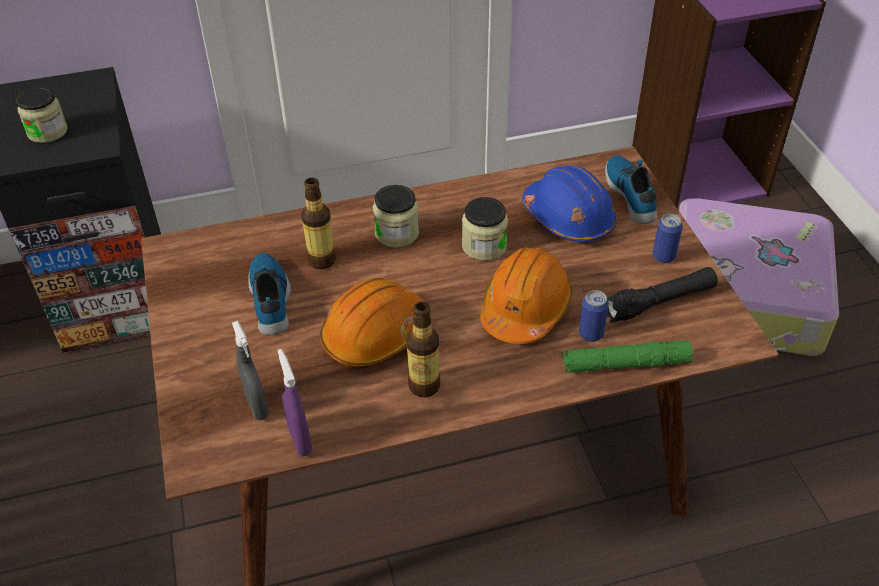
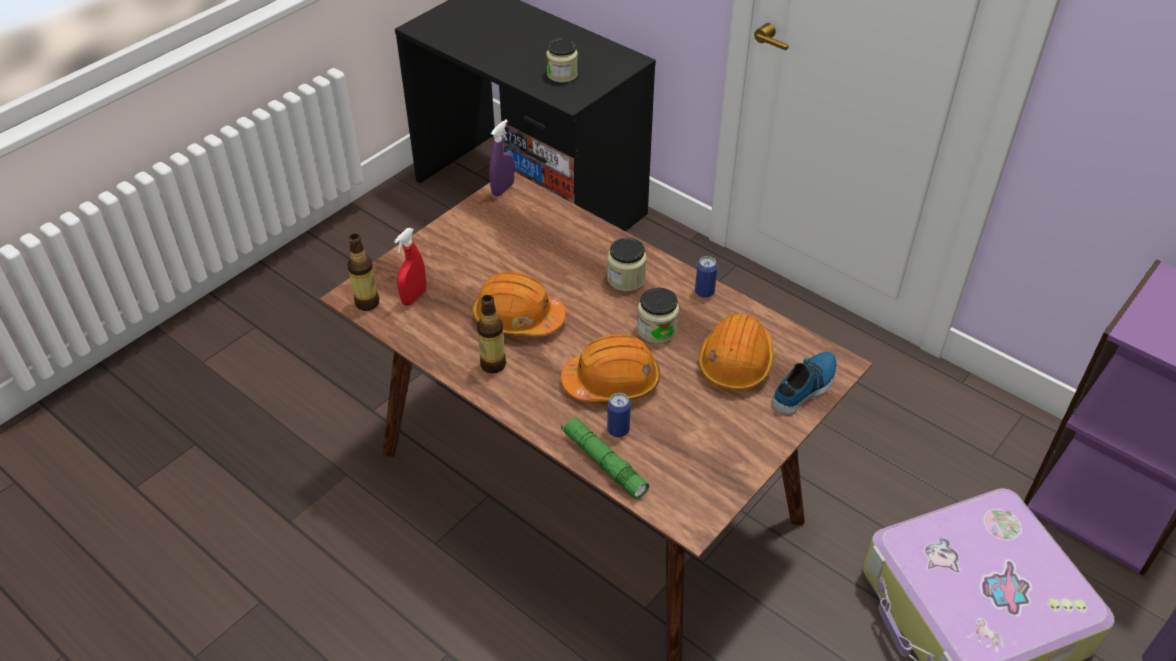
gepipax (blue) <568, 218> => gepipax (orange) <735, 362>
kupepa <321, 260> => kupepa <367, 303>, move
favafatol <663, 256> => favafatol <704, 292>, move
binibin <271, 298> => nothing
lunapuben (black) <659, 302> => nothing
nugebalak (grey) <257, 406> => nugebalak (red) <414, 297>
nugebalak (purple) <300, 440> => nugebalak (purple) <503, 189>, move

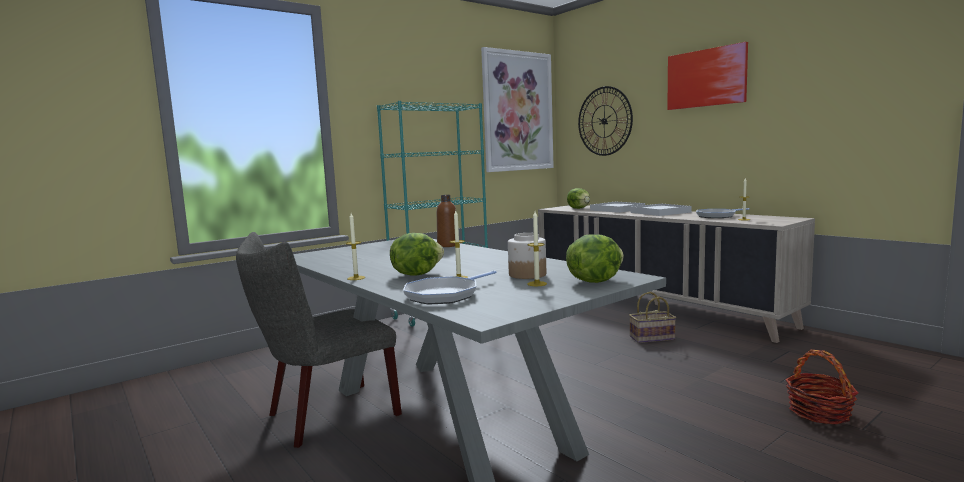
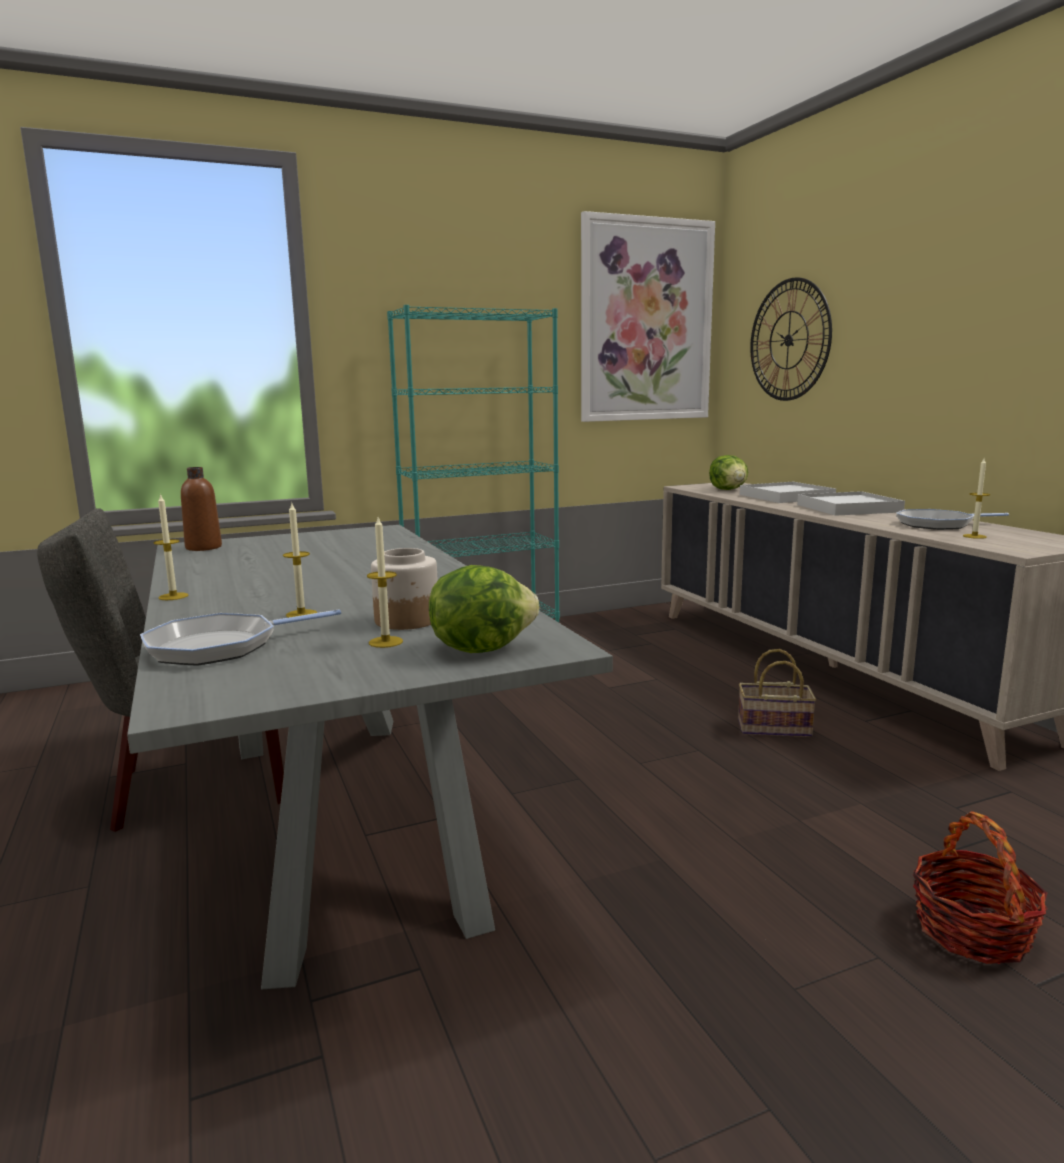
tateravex <706, 78> => nothing
kupepa (brown) <448, 245> => kupepa (brown) <203, 547>, move
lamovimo <416, 274> => nothing

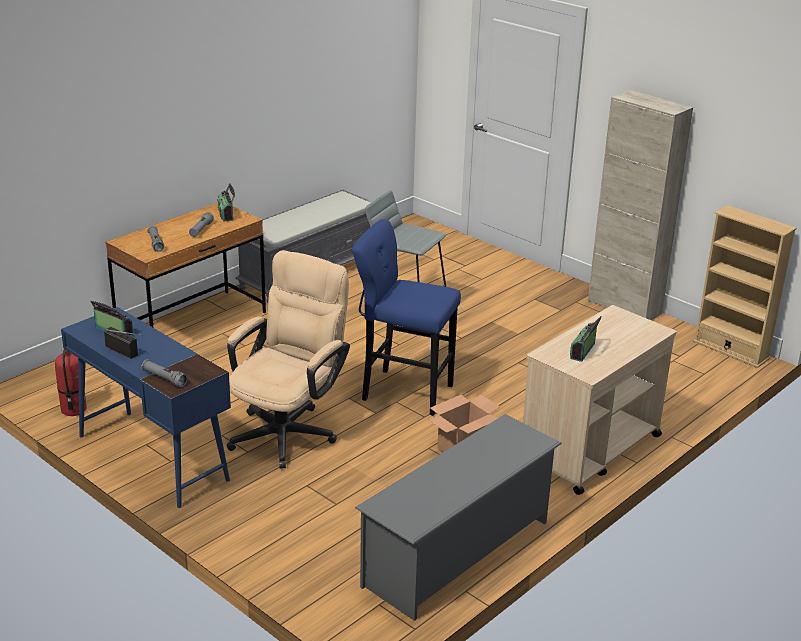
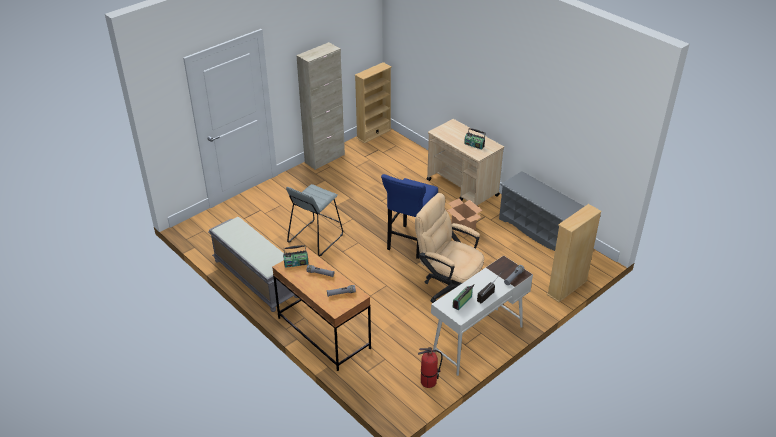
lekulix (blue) <152, 457> => lekulix (white) <477, 341>
nothing => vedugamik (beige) <567, 288>

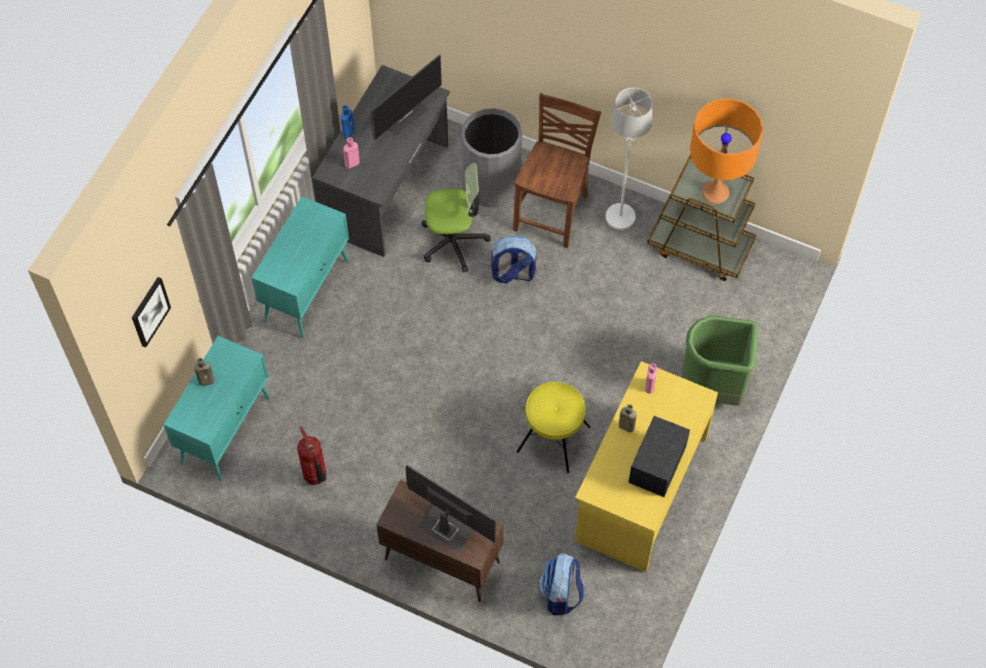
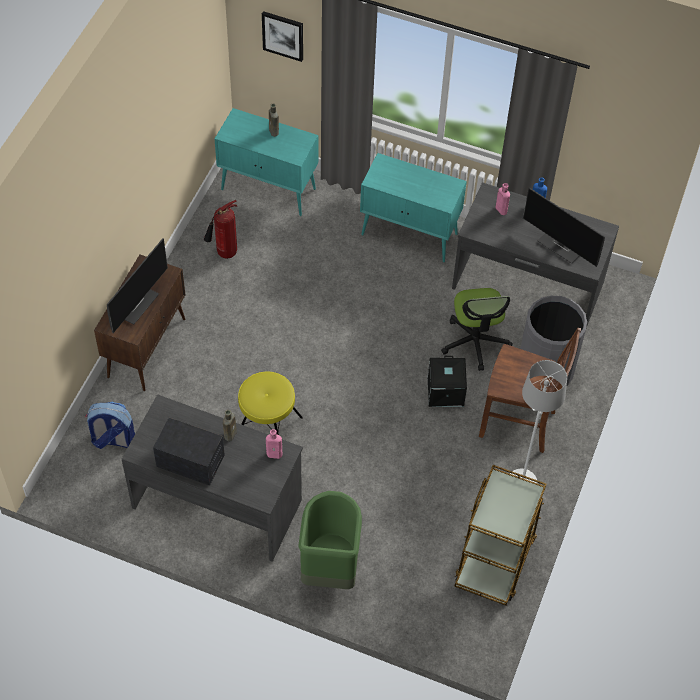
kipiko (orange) <715, 192> => nothing
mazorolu <512, 273> => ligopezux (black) <444, 391>
lekulix (yellow) <639, 488> => lekulix (grey) <217, 502>

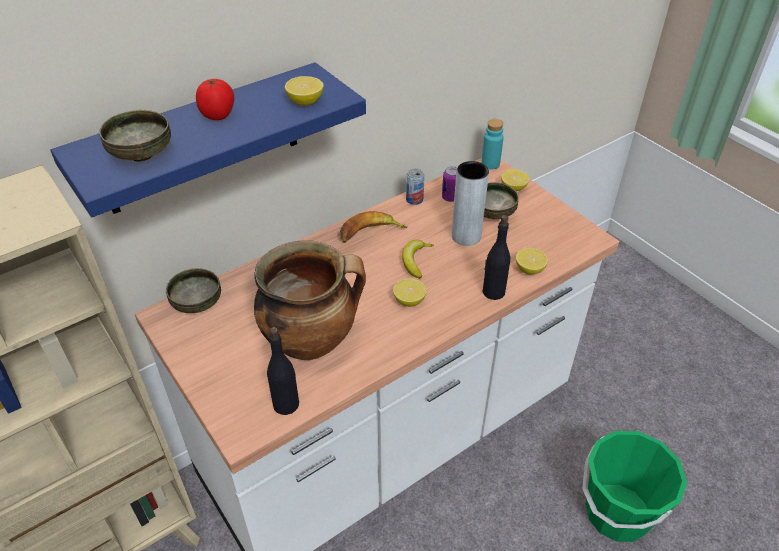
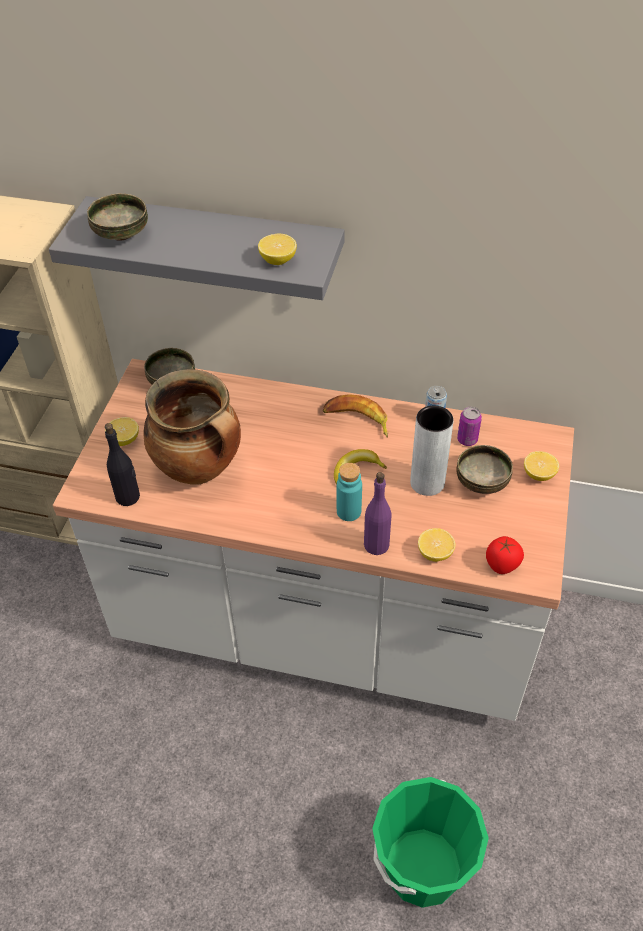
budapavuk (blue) <202, 140> => budapavuk (grey) <216, 247>
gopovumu <218, 115> => gopovumu <502, 565>, move
kupepa (turquoise) <490, 164> => kupepa (turquoise) <349, 511>, move
kupepa (black) <493, 292> => kupepa (purple) <376, 544>
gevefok <409, 301> => gevefok <124, 439>, move

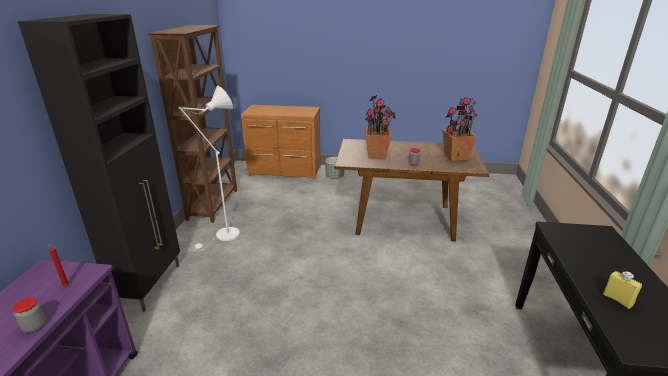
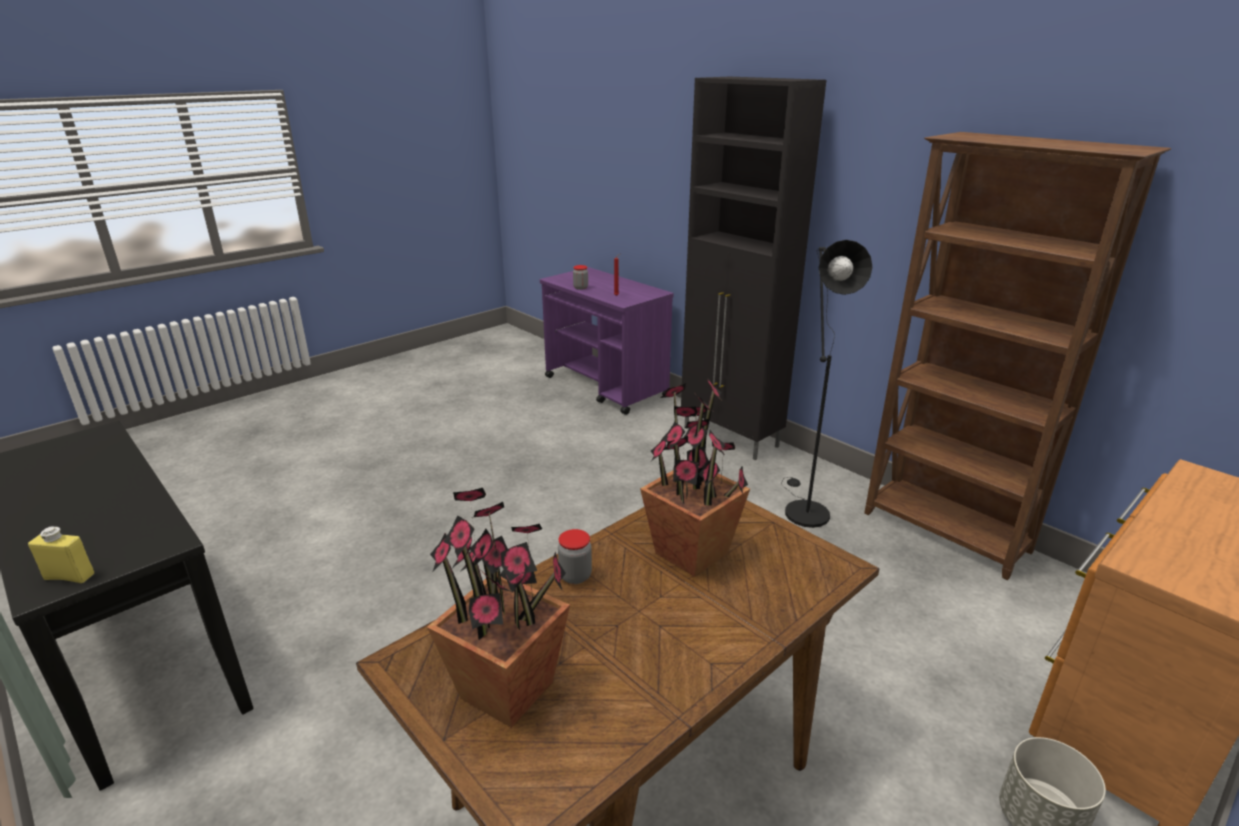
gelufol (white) <224, 236> => gelufol (black) <803, 509>
kupepa (yellow) <617, 300> => kupepa (yellow) <69, 576>, move

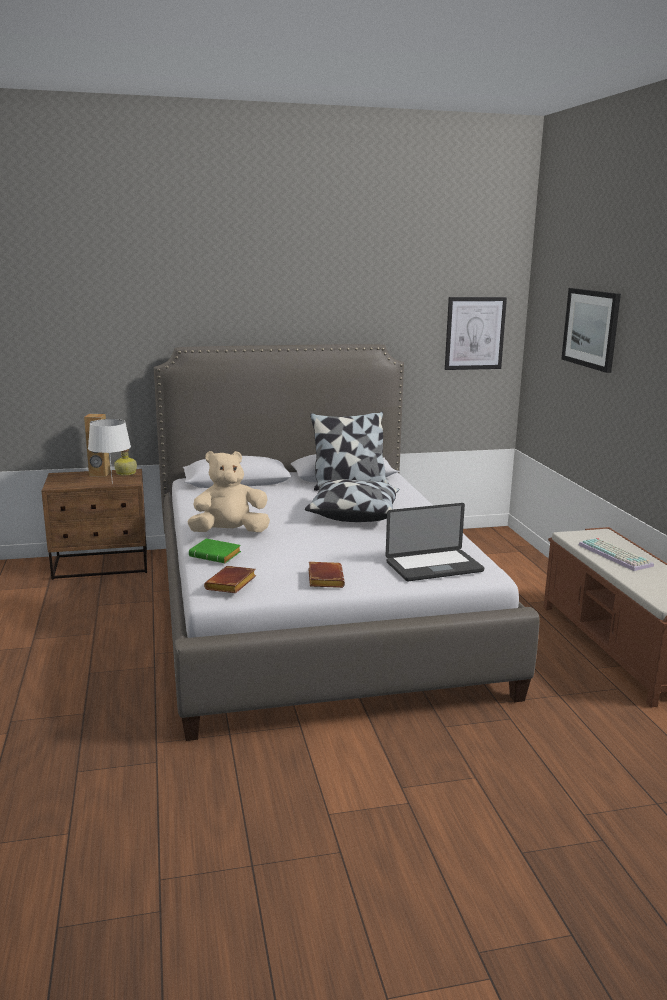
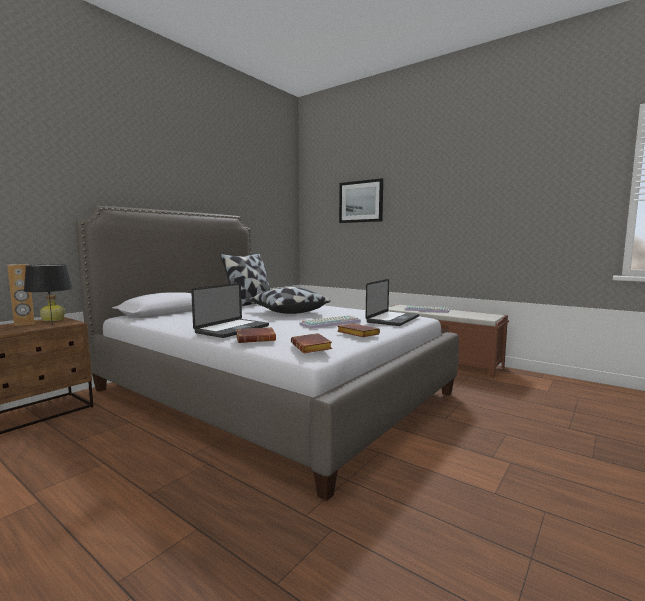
tateravex <474, 333> => nothing
kipiko (white) <112, 483> => kipiko (black) <52, 325>
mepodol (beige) <229, 533> => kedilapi <232, 329>
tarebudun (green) <217, 555> => tarebudun (brown) <256, 339>
nothing => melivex <330, 323>

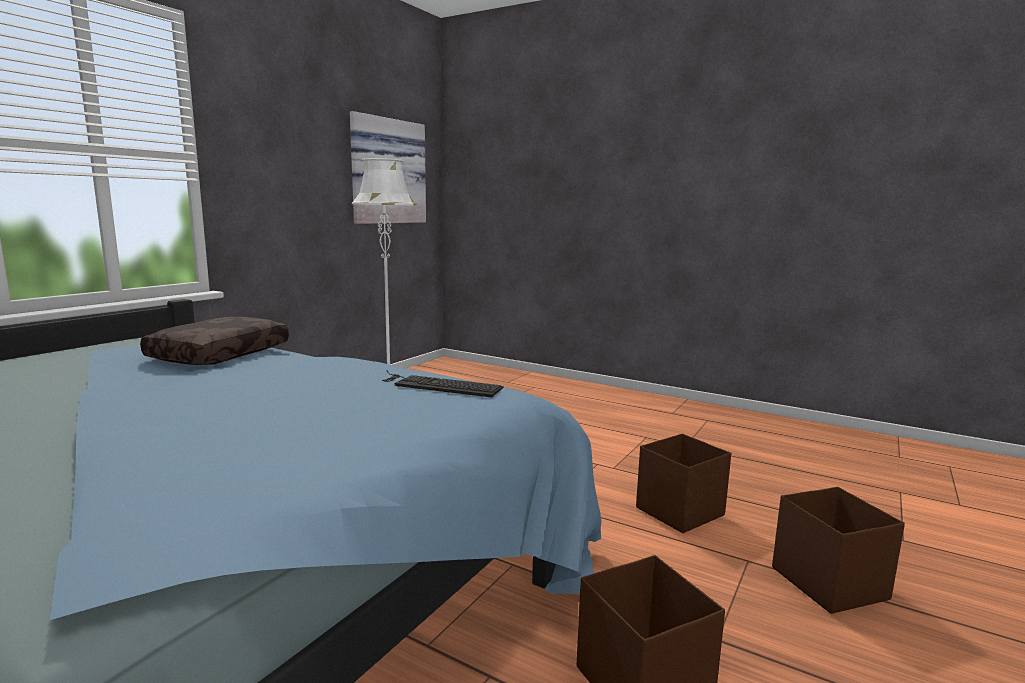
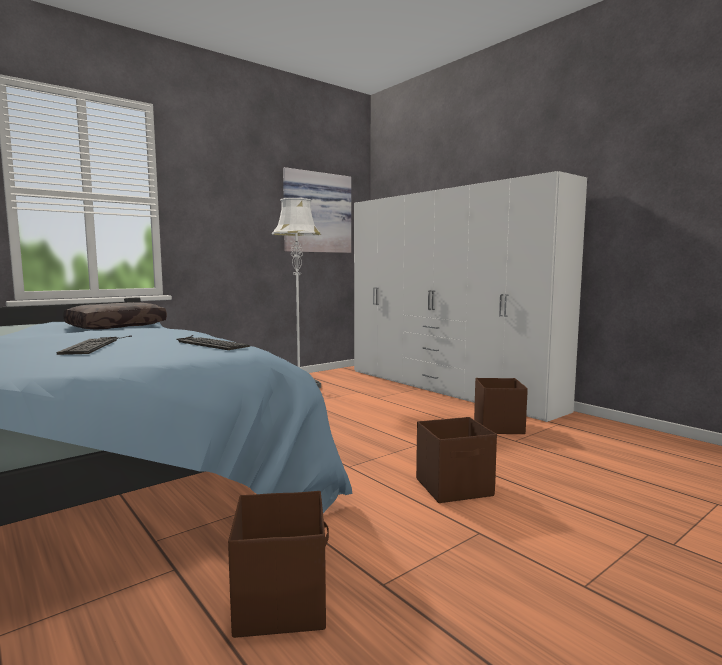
ligopezux (brown) <828, 582> => ligopezux (brown) <498, 426>, move
nothing => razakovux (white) <446, 388>
nothing => melivex <95, 345>

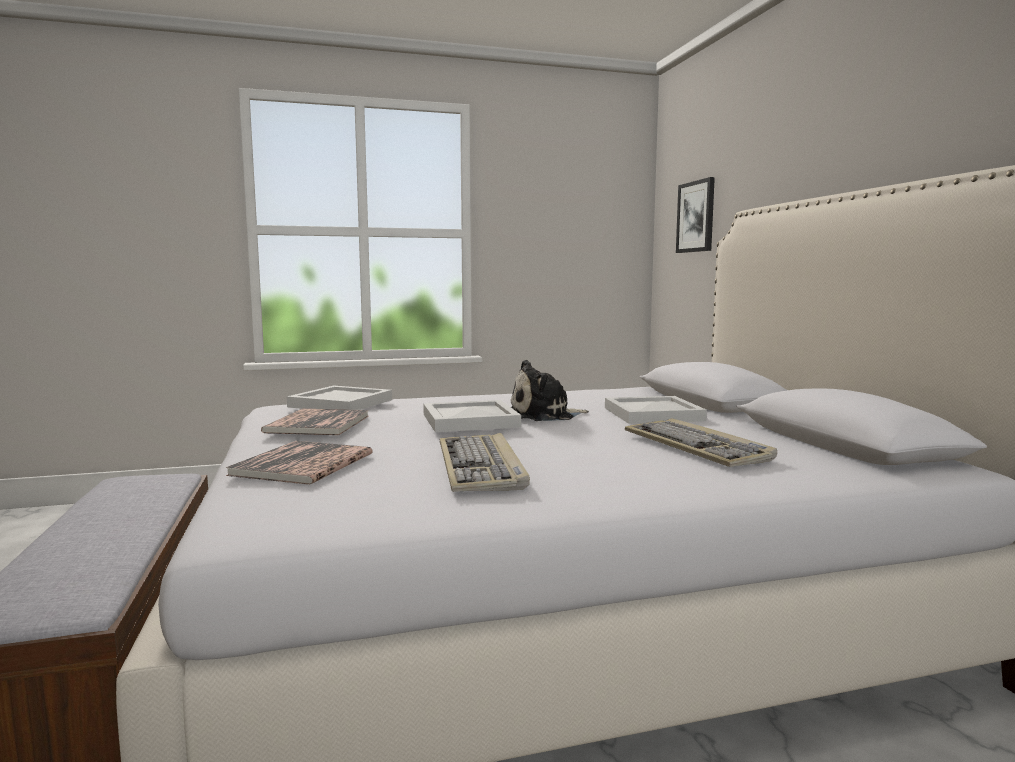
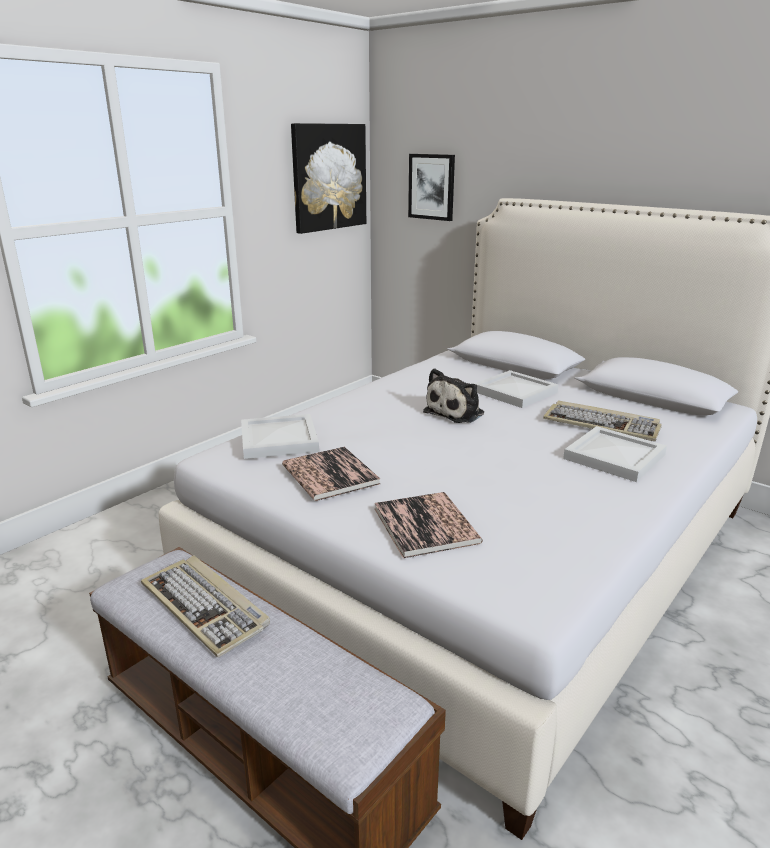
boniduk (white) <468, 420> => boniduk (white) <612, 457>, move
melivex <481, 467> => melivex <206, 607>, move
nothing => tateravex <328, 177>

